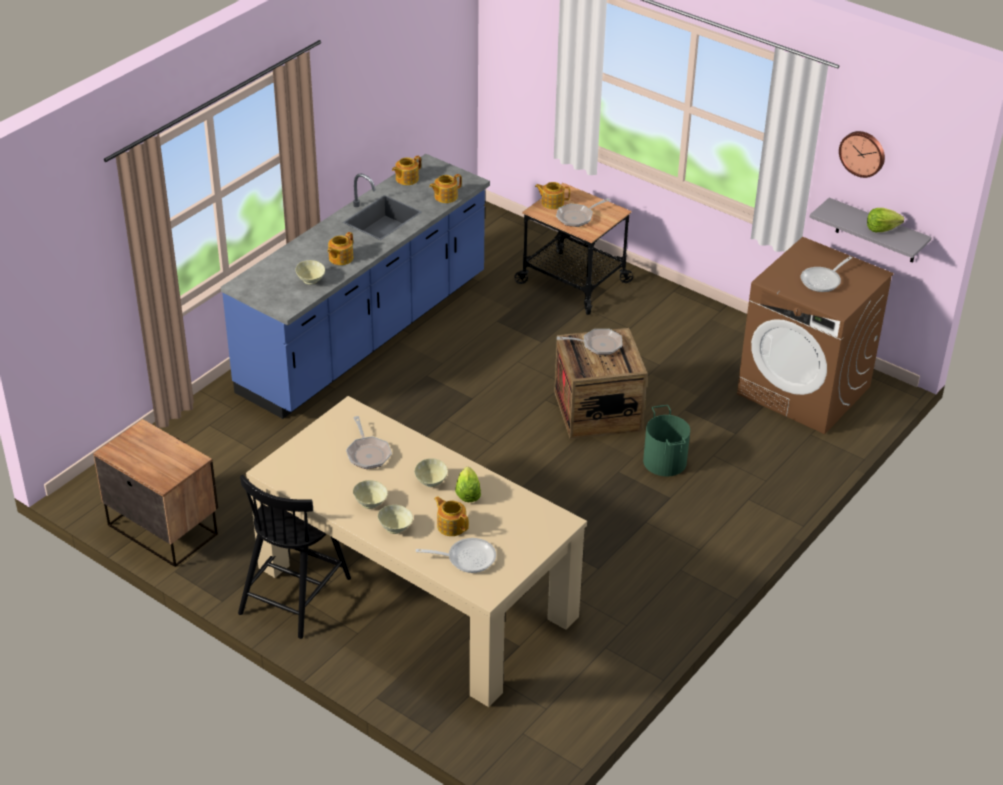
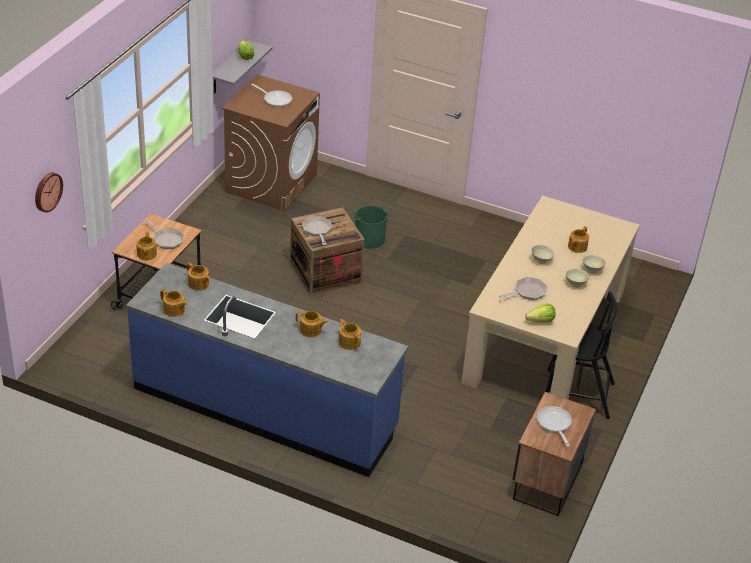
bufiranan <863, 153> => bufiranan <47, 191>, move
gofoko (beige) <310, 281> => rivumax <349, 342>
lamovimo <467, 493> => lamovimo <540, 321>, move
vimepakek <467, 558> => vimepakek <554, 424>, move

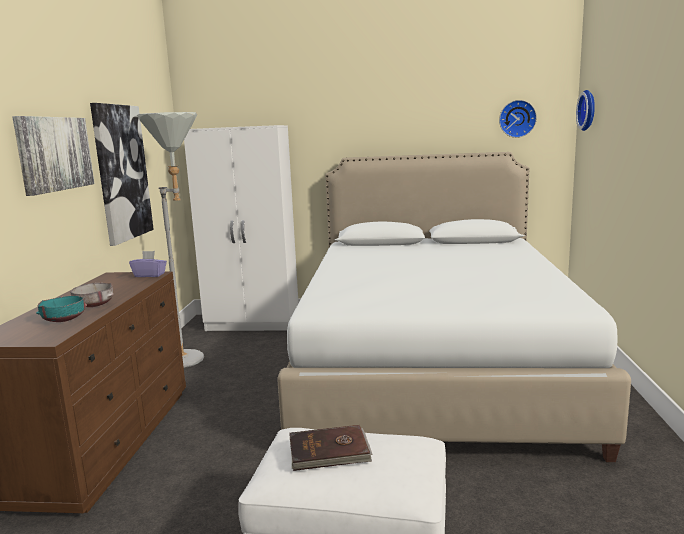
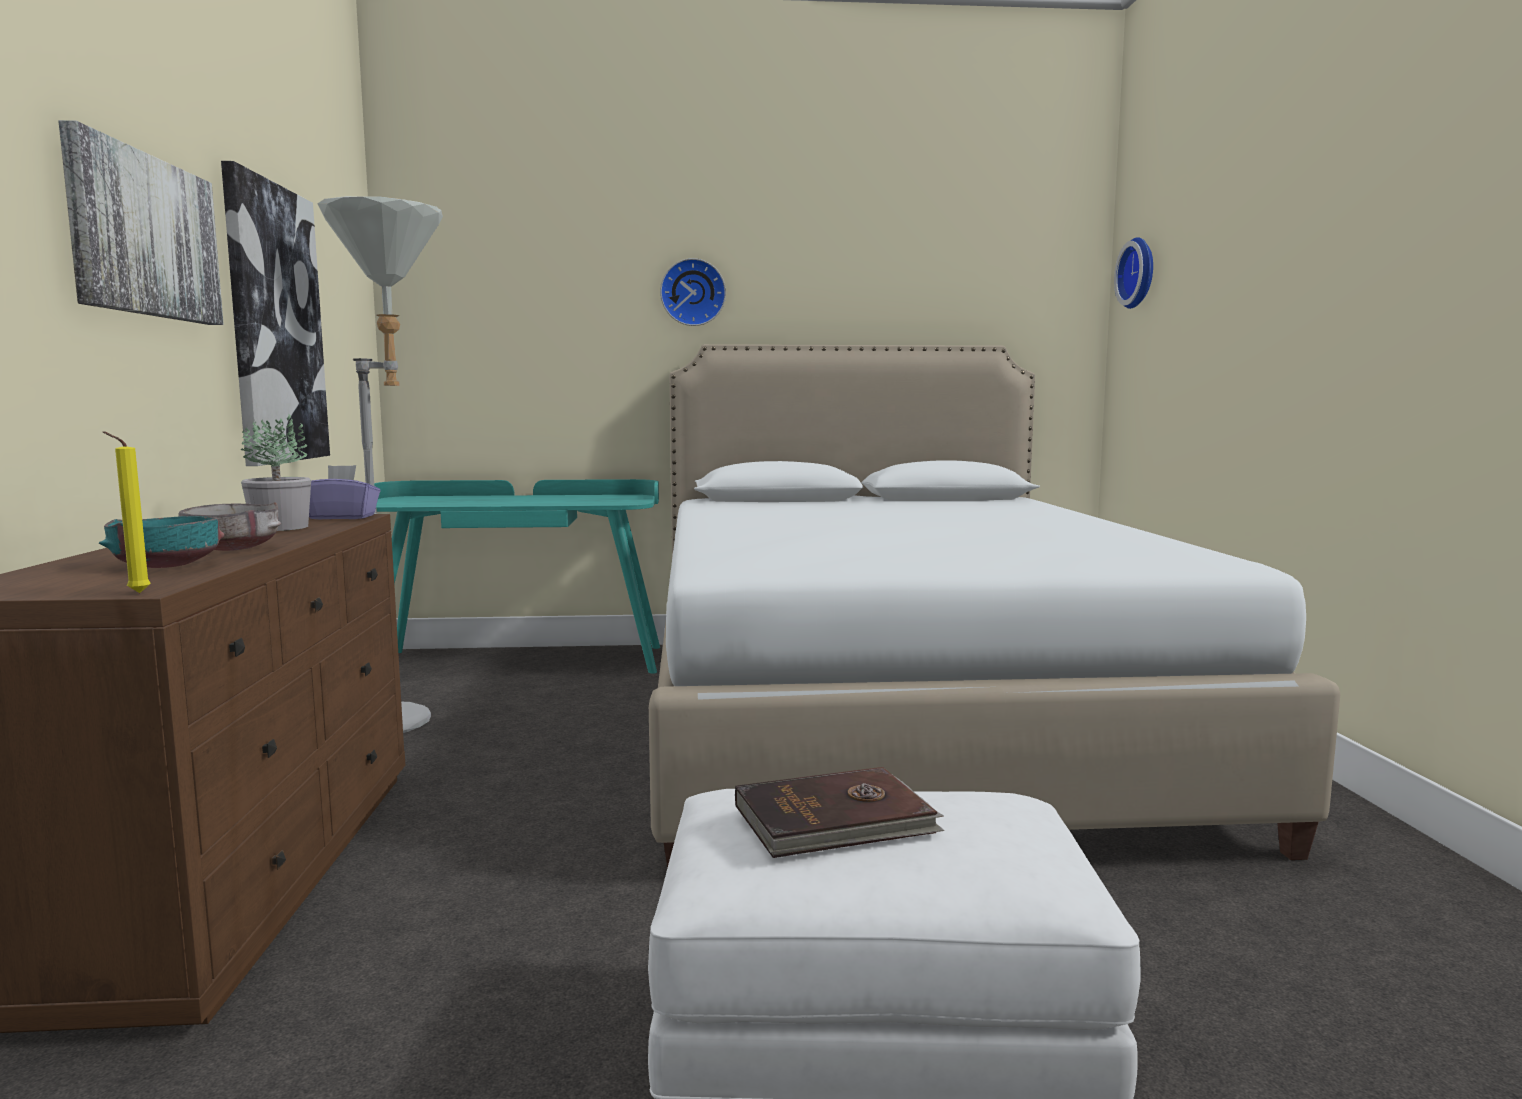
bufiranan <517, 119> => bufiranan <693, 292>, move
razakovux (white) <254, 323> => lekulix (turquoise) <521, 661>
nothing => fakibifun <281, 527>
nothing => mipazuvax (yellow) <135, 593>

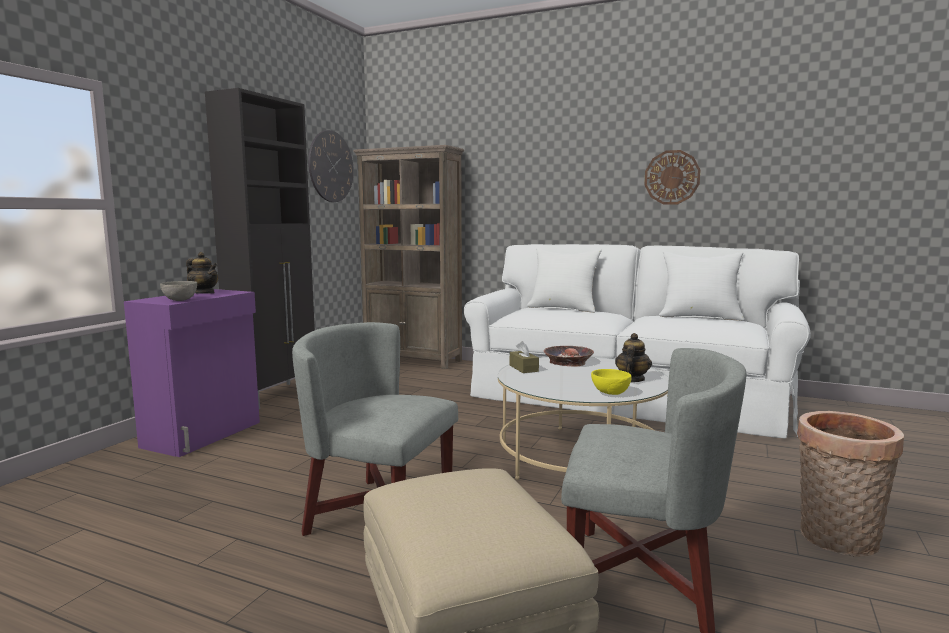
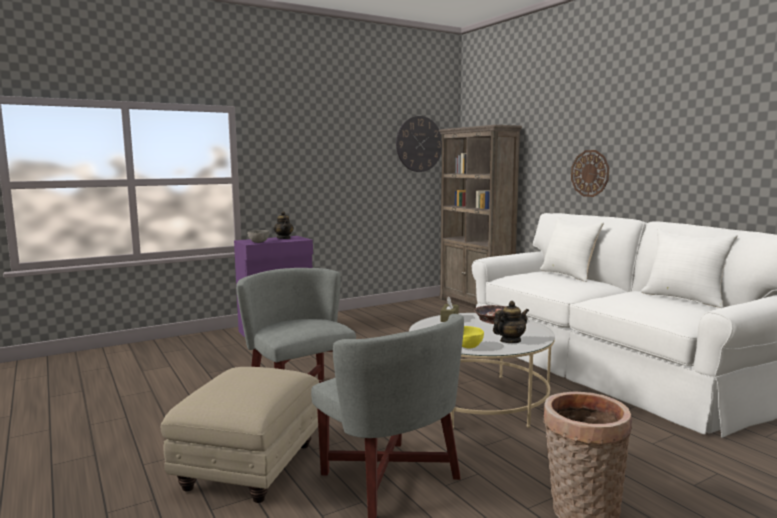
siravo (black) <275, 395> => nothing
bufiranan <672, 177> => bufiranan <590, 173>, move

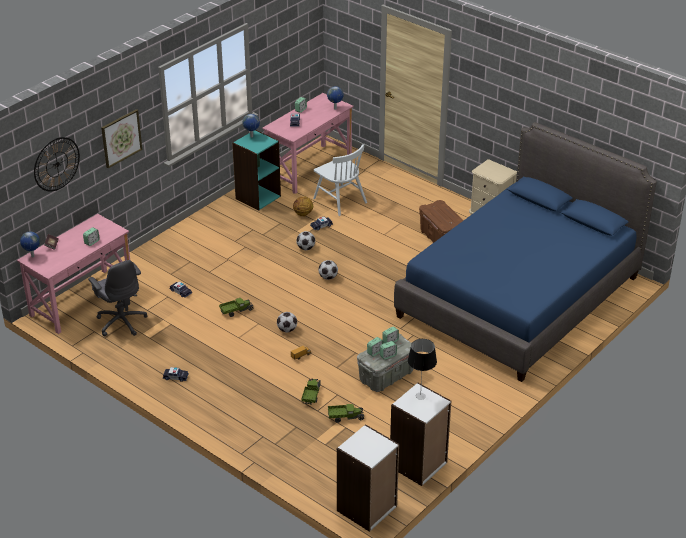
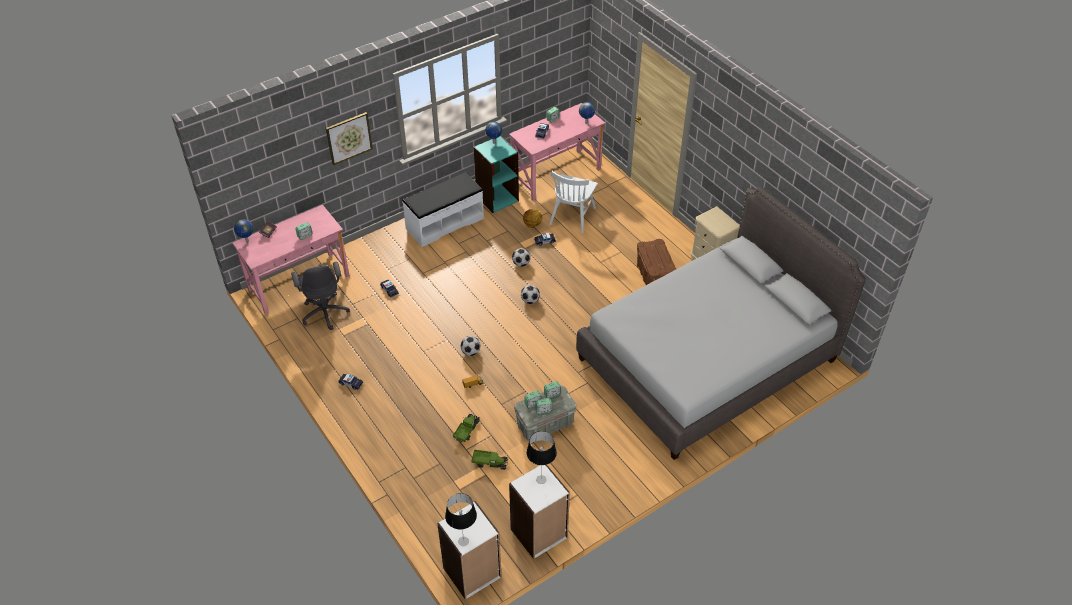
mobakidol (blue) <519, 296> => mobakidol (grey) <707, 359>
bufiranan <56, 164> => nothing
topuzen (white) <340, 200> => topuzen (white) <572, 216>, 45 degrees clockwise
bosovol <236, 311> => nothing
nothing => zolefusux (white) <444, 223>
nothing => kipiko <463, 542>

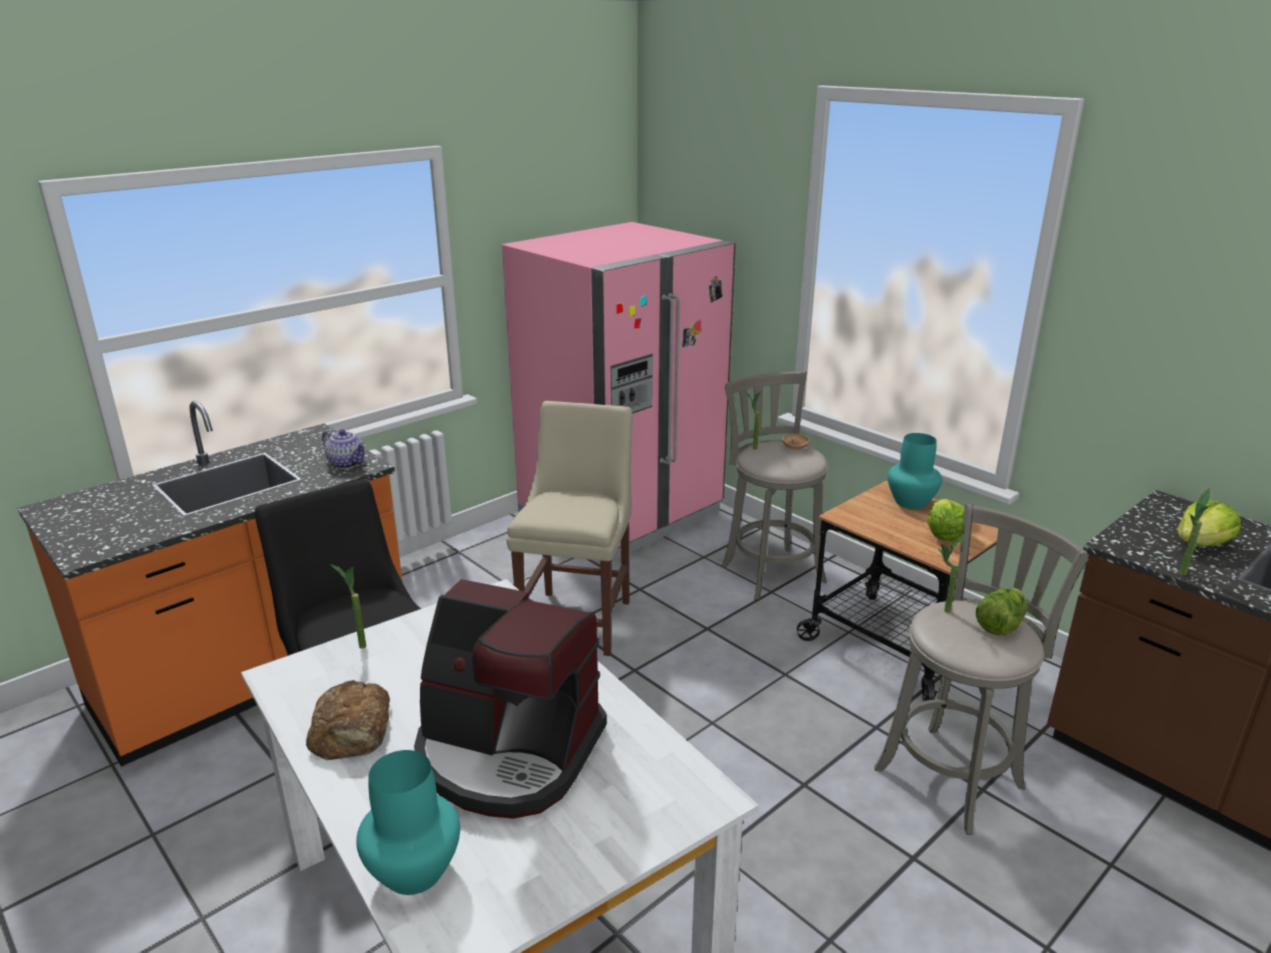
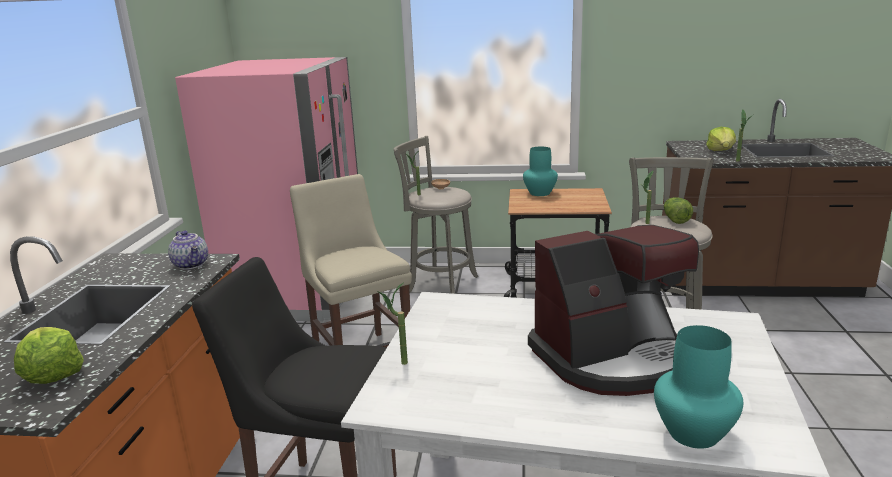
rivumax <347, 463> => rivumax <192, 264>, 60 degrees clockwise
lamovimo <945, 534> => lamovimo <52, 373>, move
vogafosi <352, 730> => nothing

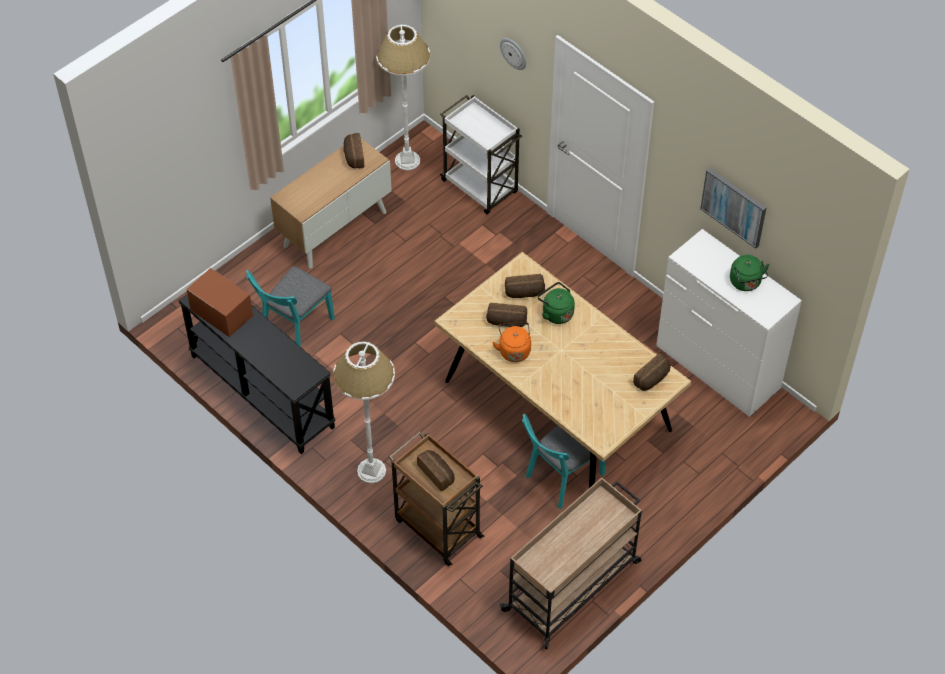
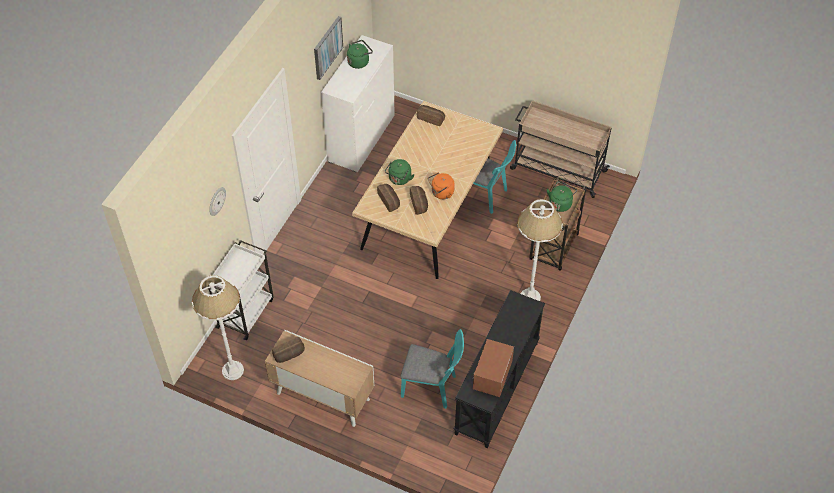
vogafosi <437, 473> => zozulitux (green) <560, 203>

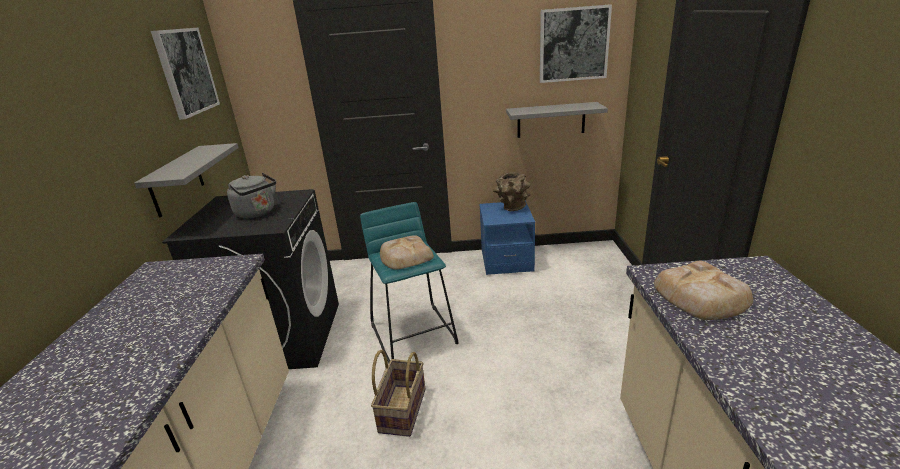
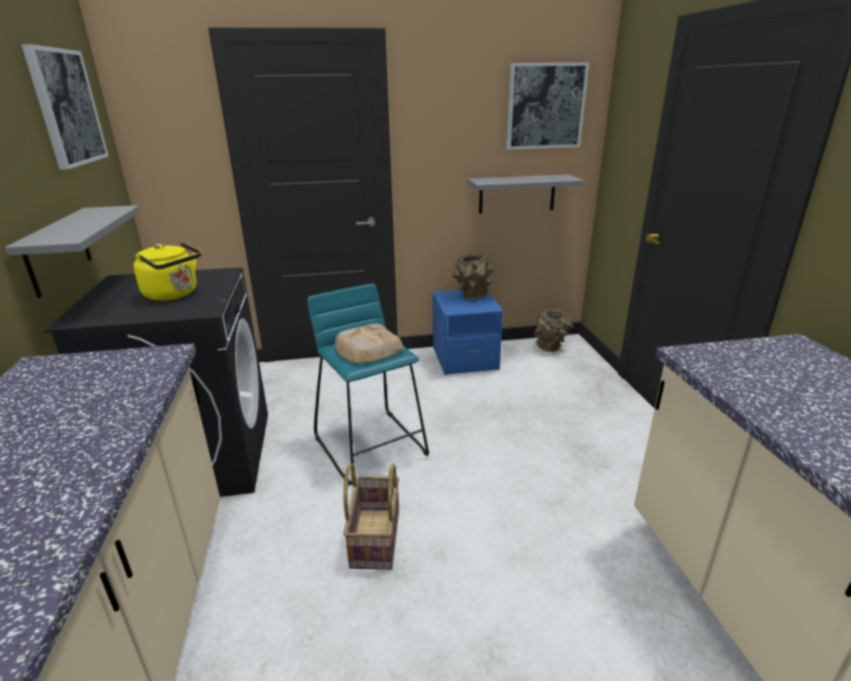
zozulitux (grey) <257, 213> => zozulitux (yellow) <174, 294>
vogafosi <701, 297> => nothing
nothing => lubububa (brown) <551, 347>

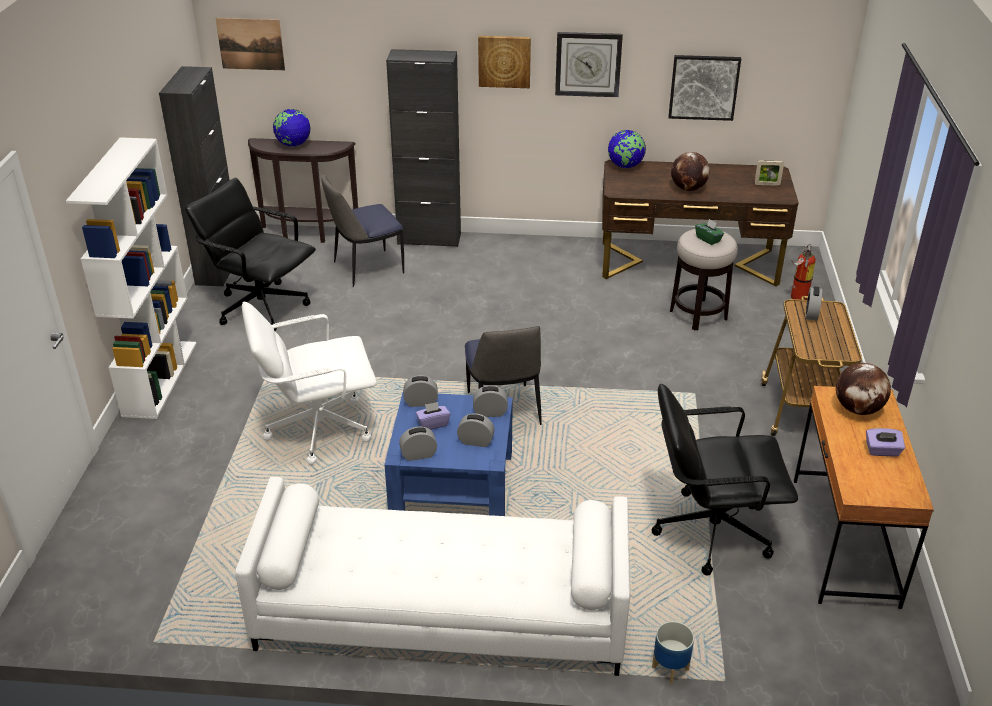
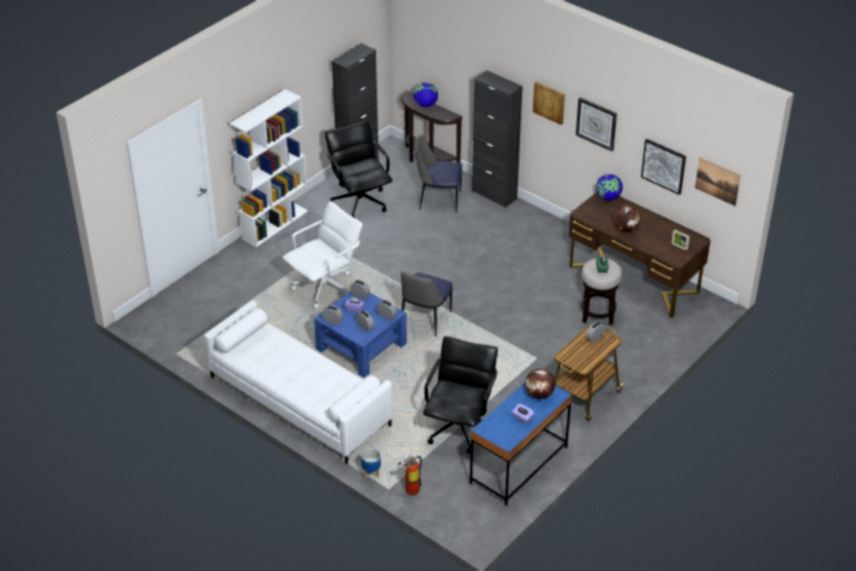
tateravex <250, 44> => tateravex <717, 181>, move
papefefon <797, 298> => papefefon <410, 490>, move
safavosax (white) <317, 429> => safavosax (white) <325, 287>, 120 degrees clockwise
safavosax (black) <711, 531> => safavosax (black) <459, 428>, 75 degrees clockwise
lekulix (brown) <843, 541> => lekulix (blue) <518, 465>

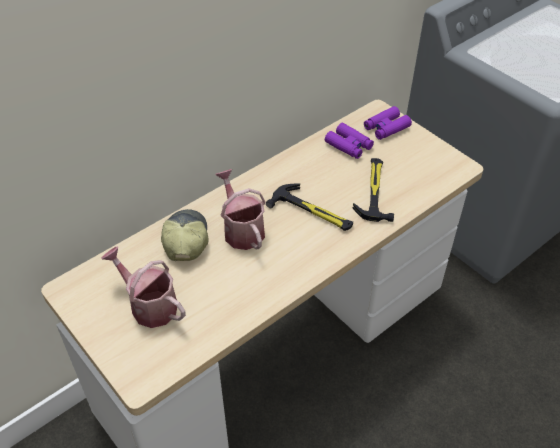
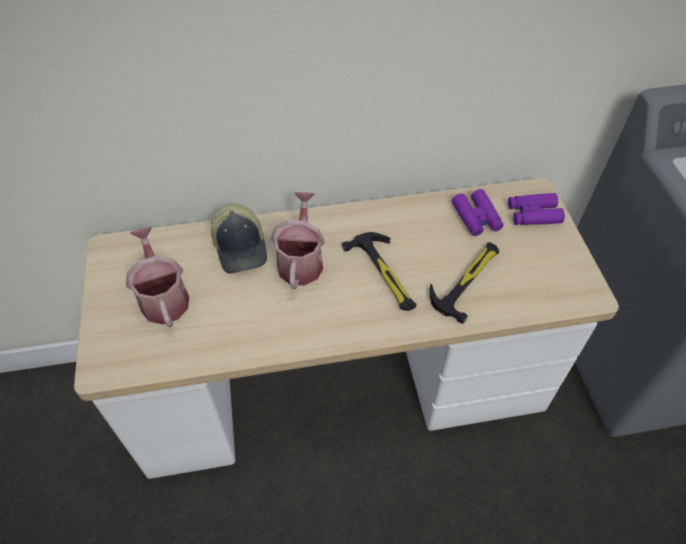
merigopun <185, 239> => merigopun <241, 247>, 135 degrees clockwise

